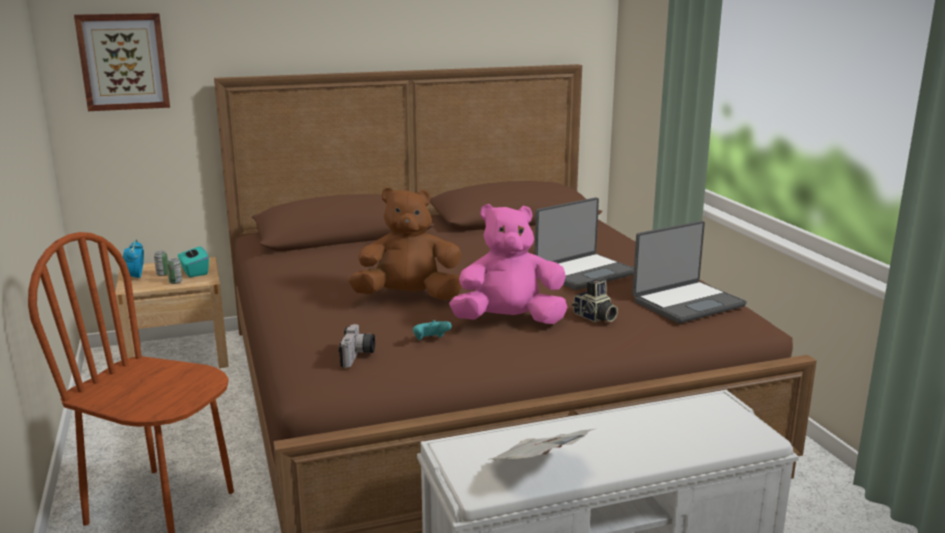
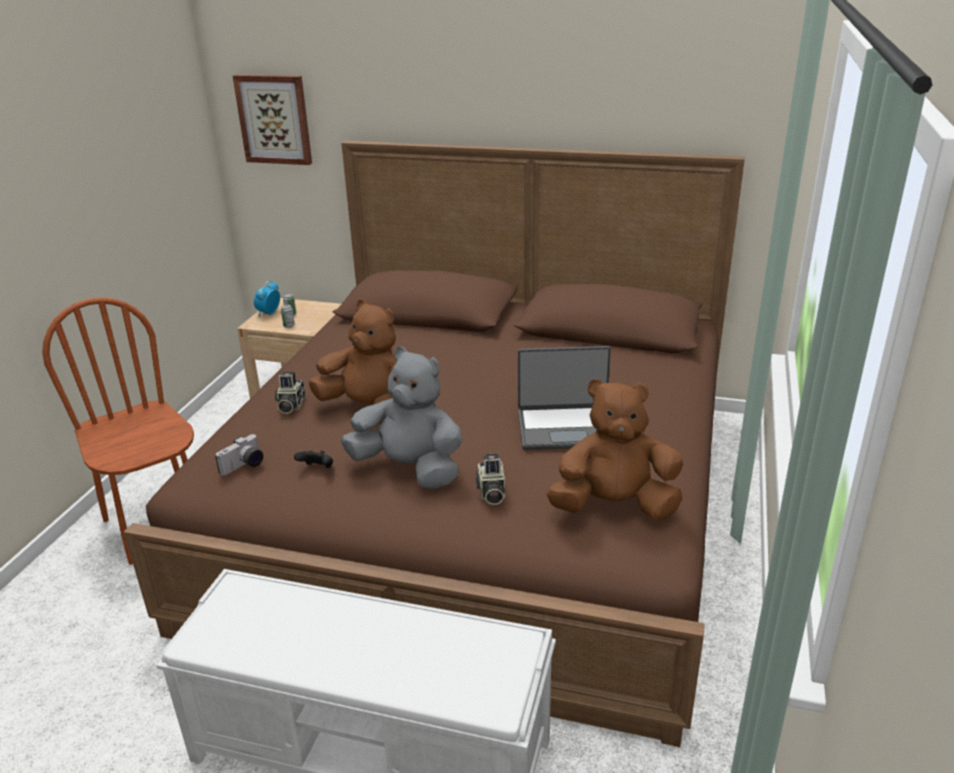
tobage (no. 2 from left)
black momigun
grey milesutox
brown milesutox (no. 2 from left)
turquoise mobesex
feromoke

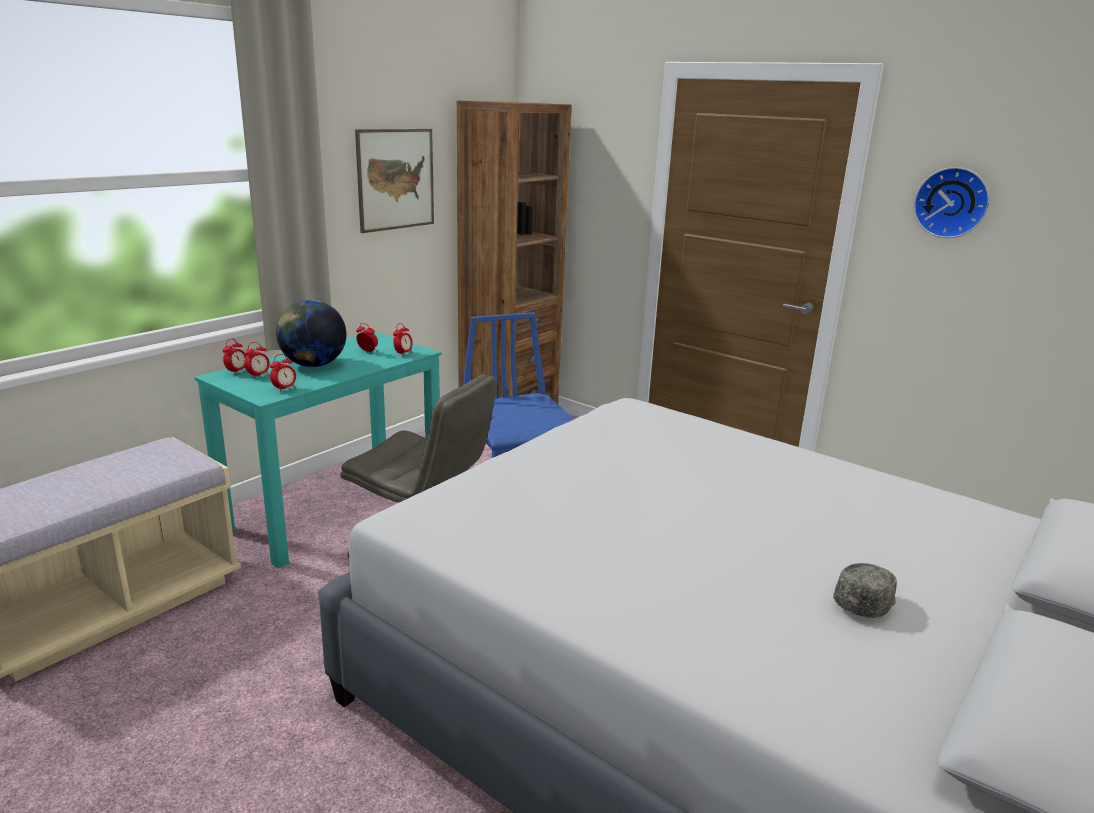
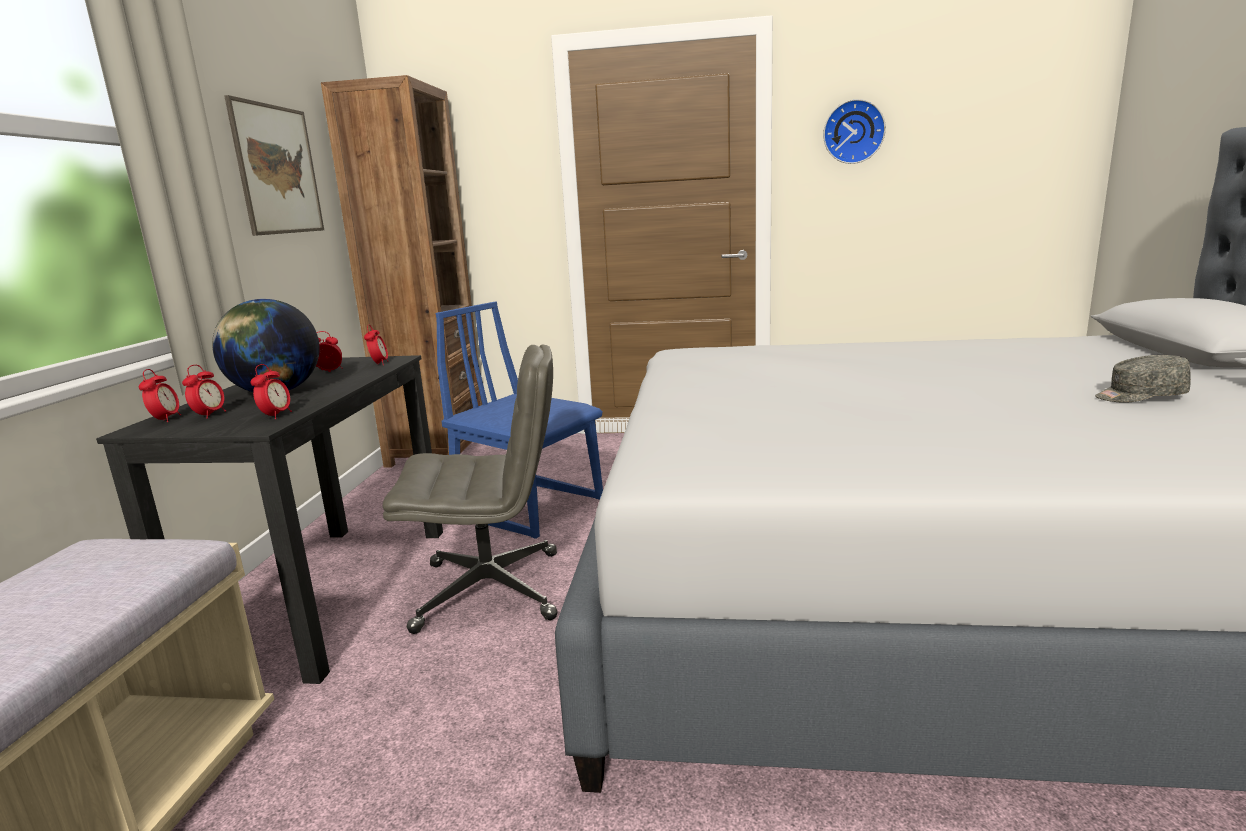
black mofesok
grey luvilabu

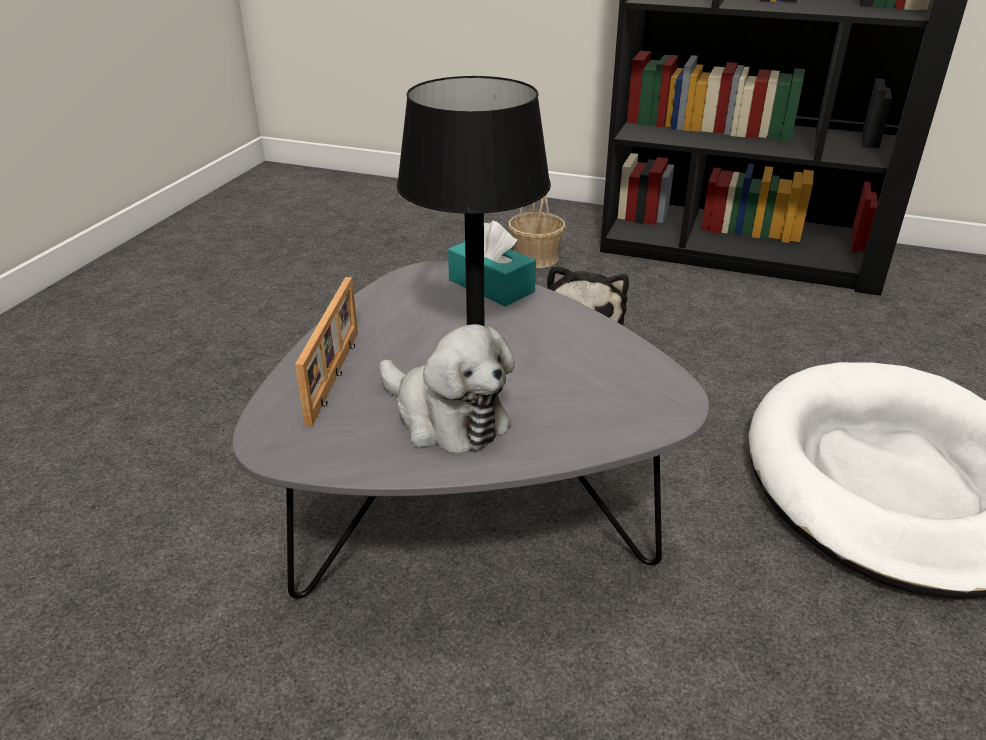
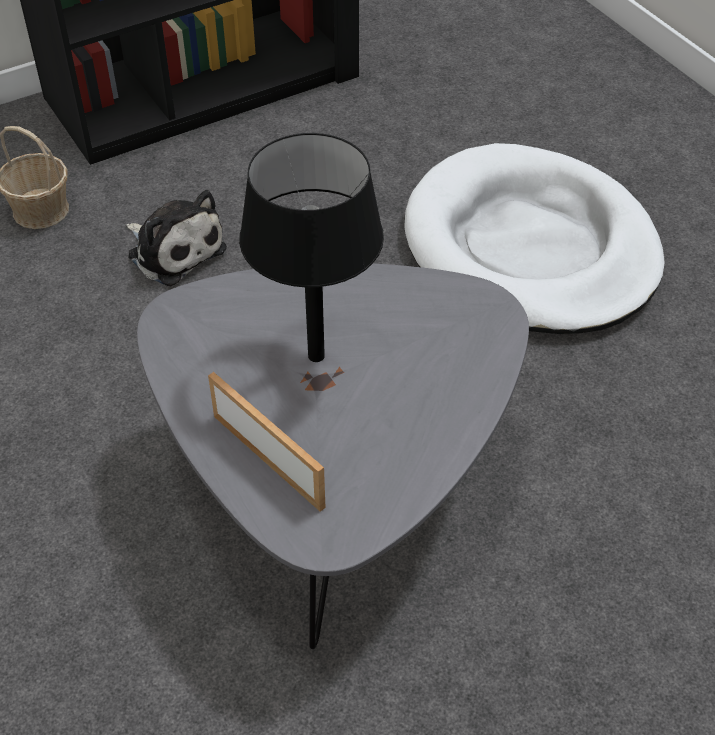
milesutox (no. 1 from left in the first image)
turquoise mobesex

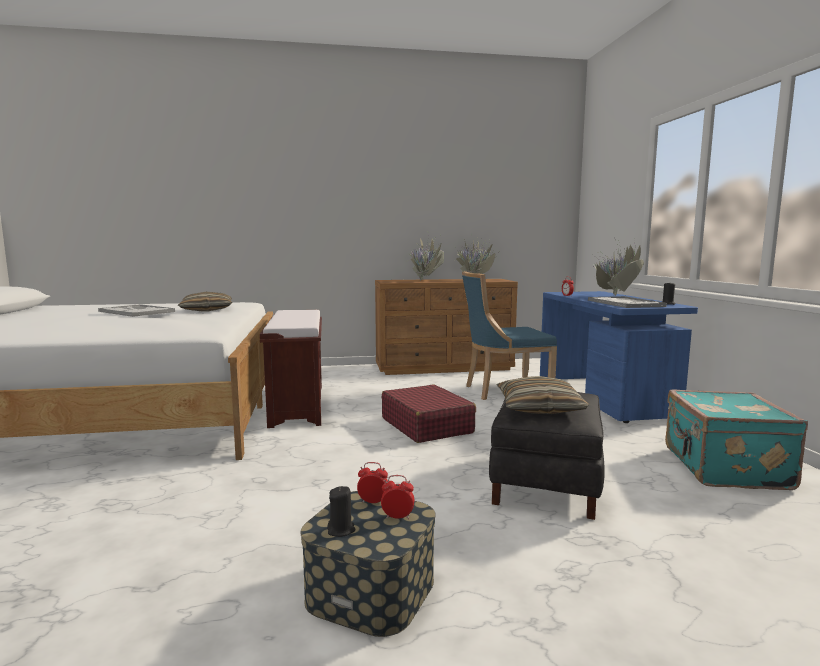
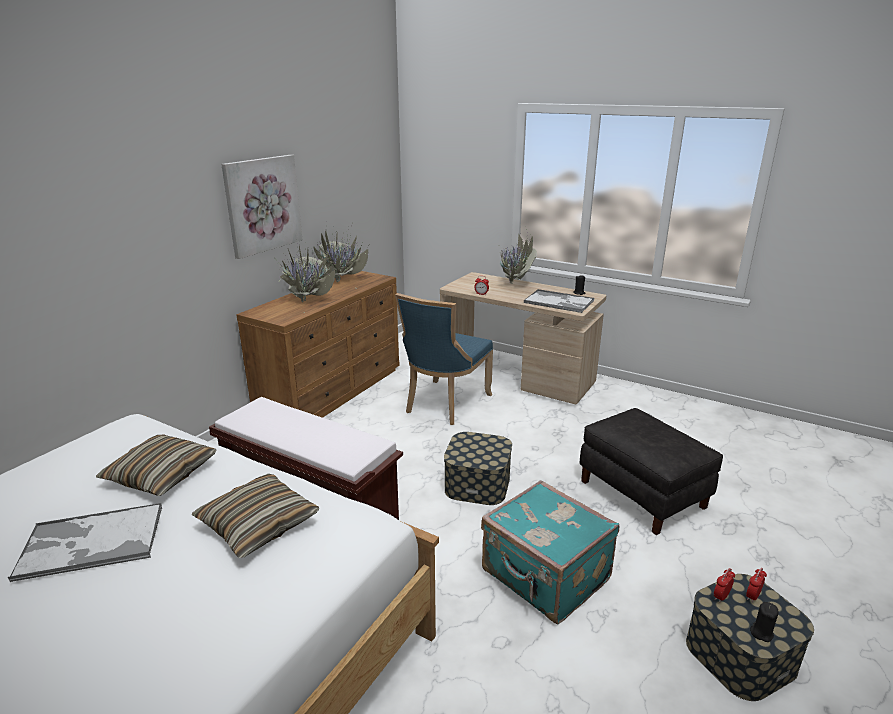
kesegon (no. 2 from left)
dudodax
beige mofesok
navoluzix (no. 1 from left)
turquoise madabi

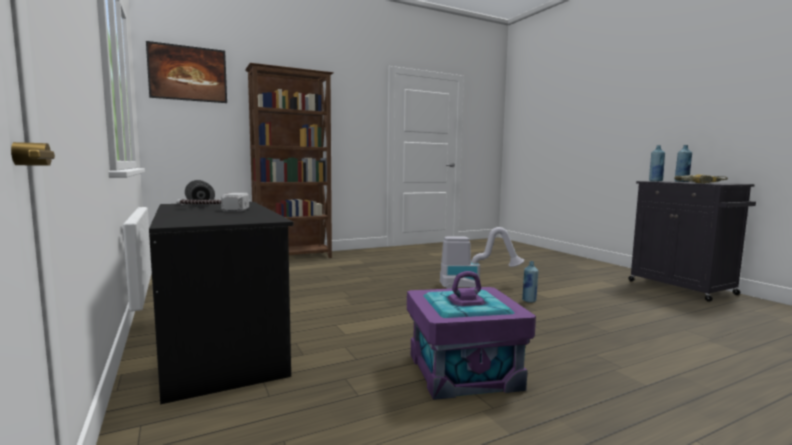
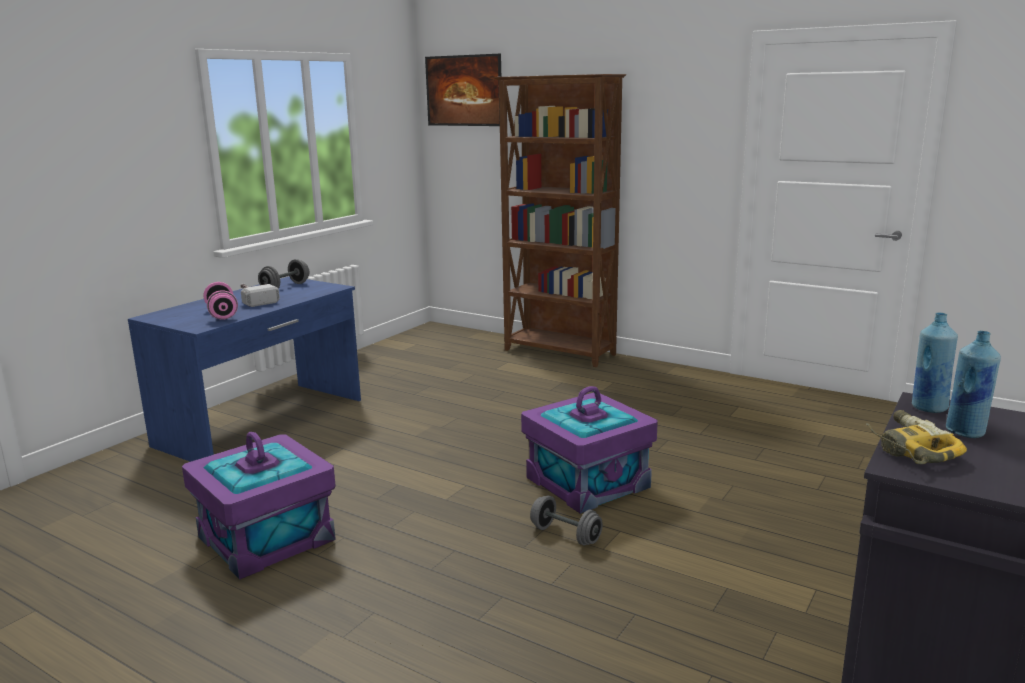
blue mofesok
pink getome
purple navoluzix (no. 2 from left)
grey getome (no. 2 from left)

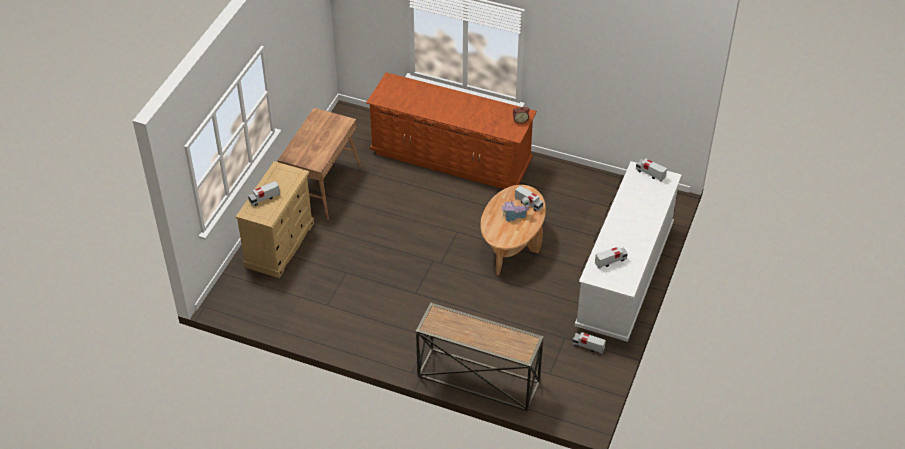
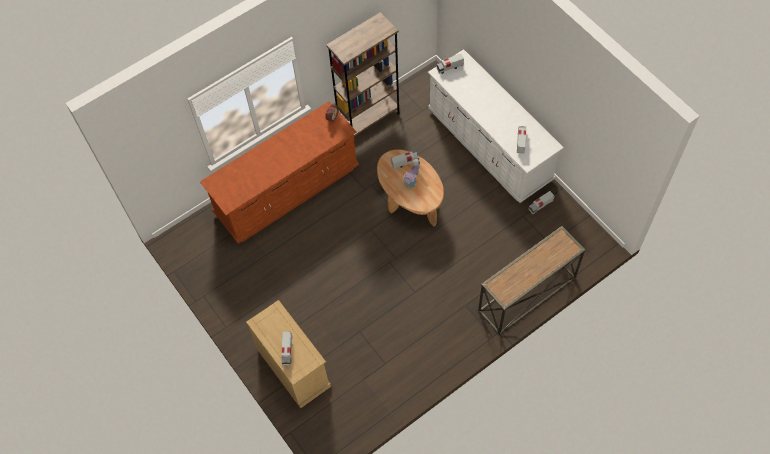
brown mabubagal
brown mofesok

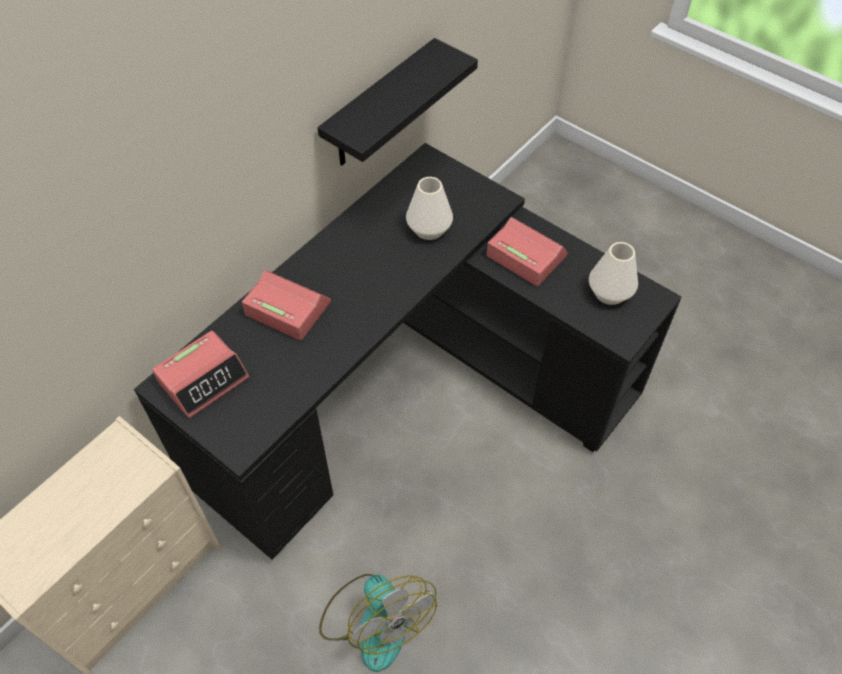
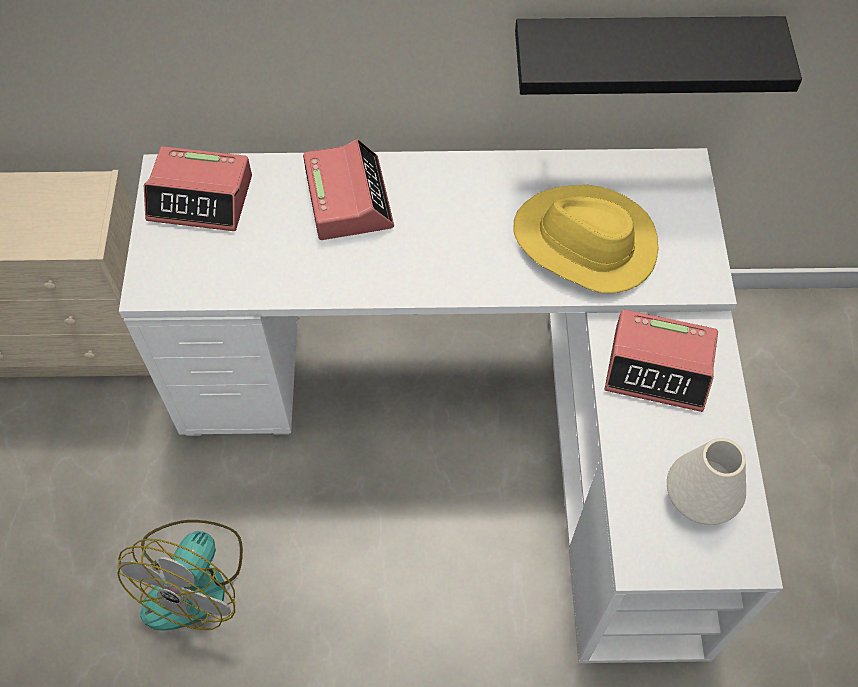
white mofesok
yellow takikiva
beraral (no. 3 from left)

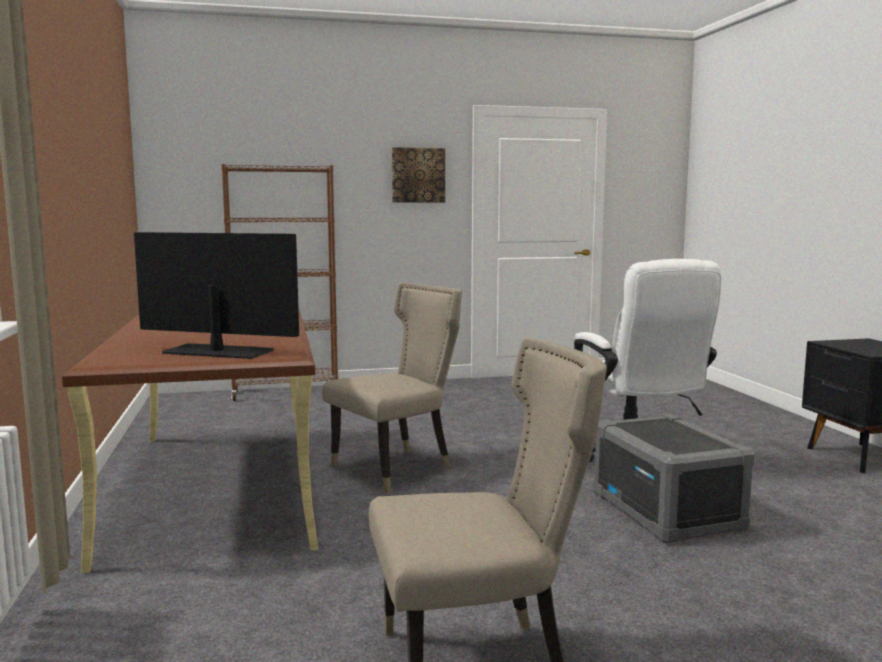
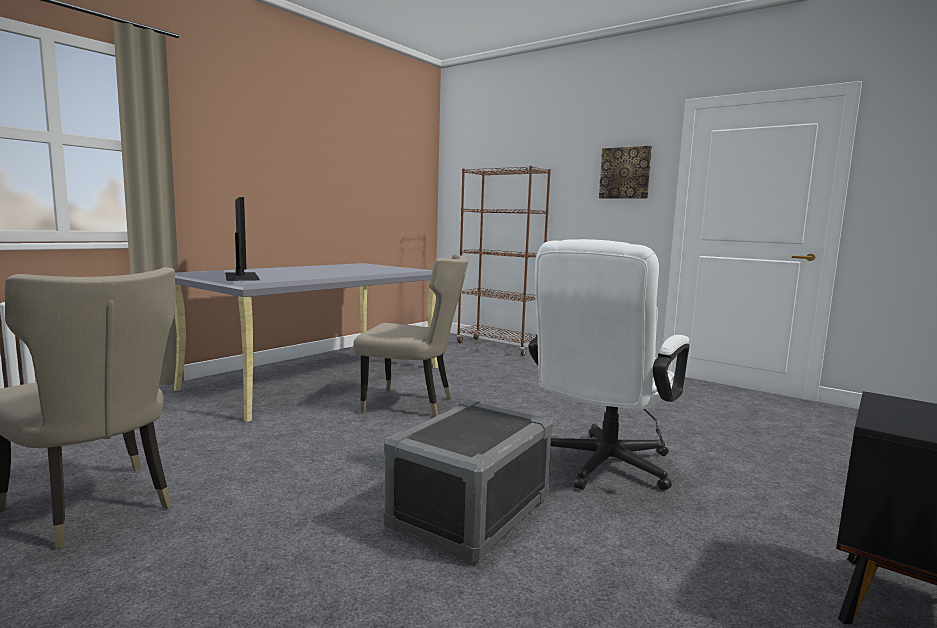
grey mofesok

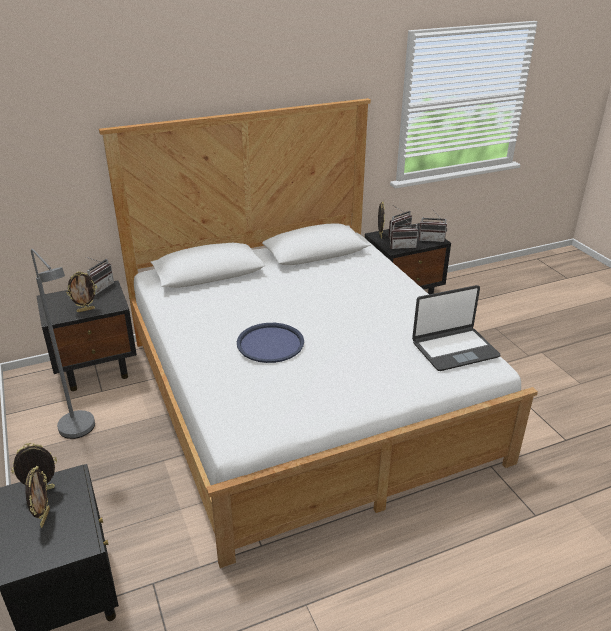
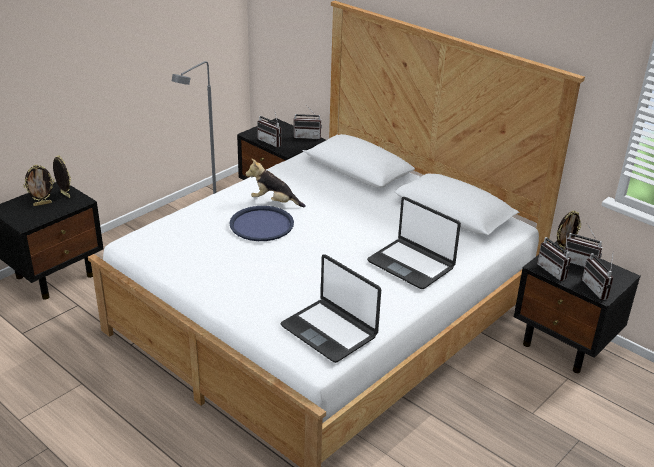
milesutox
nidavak (no. 1 from left)
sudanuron (no. 2 from left)

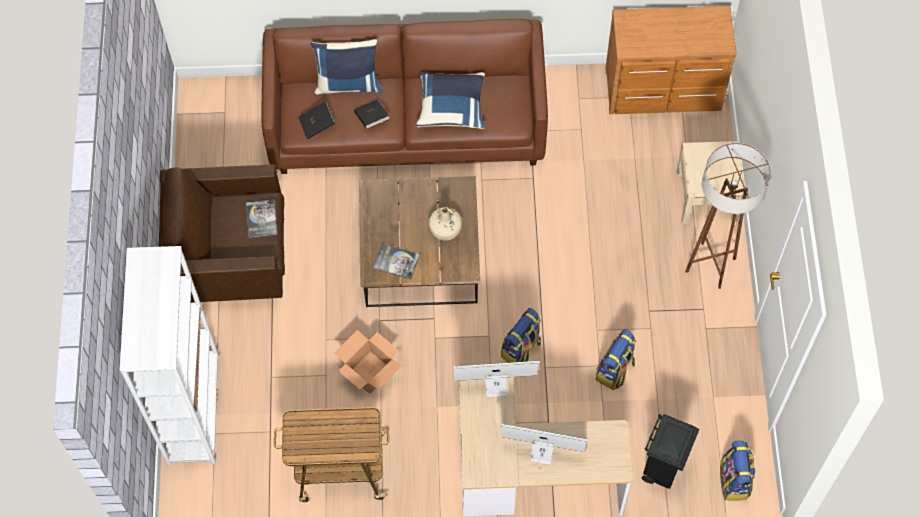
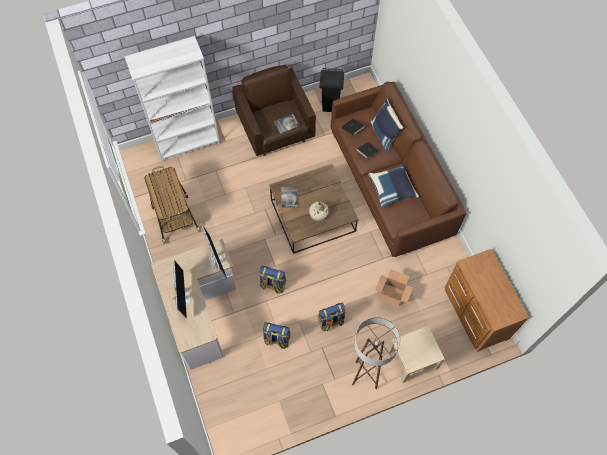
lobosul (no. 3 from left)
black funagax
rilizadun

